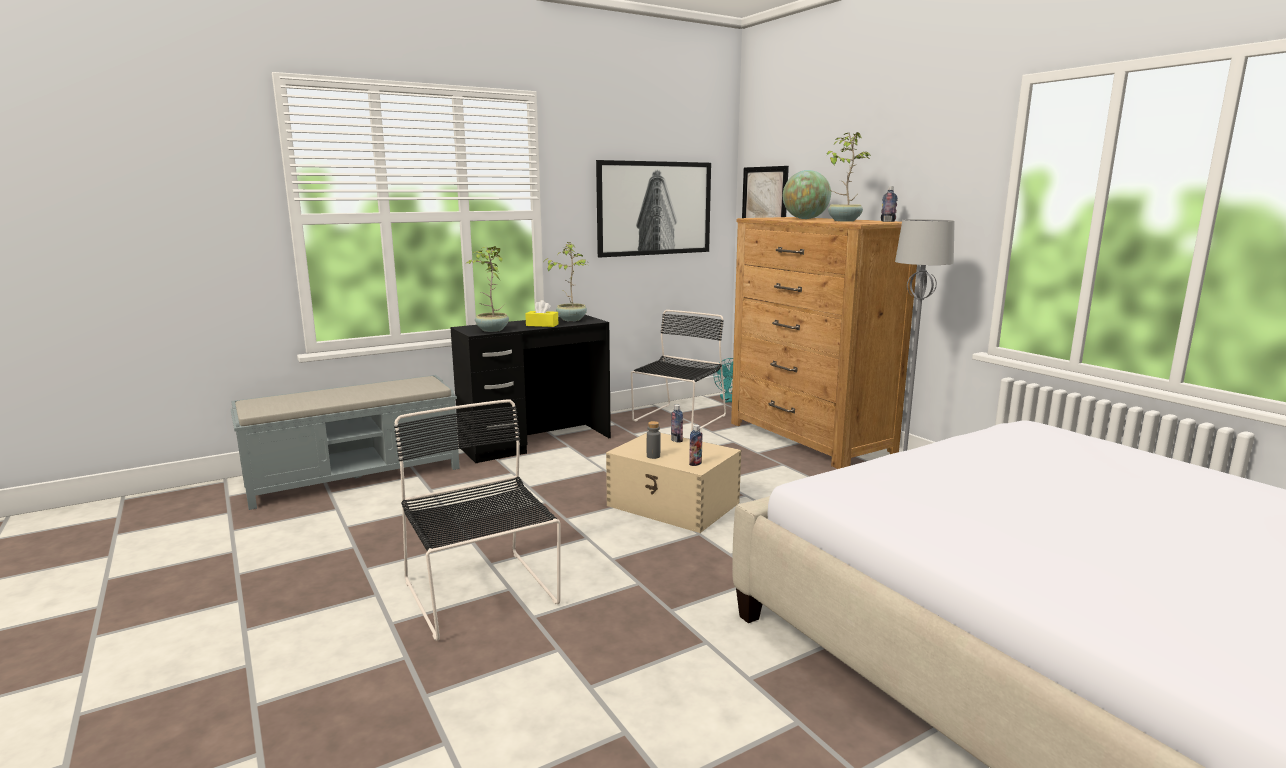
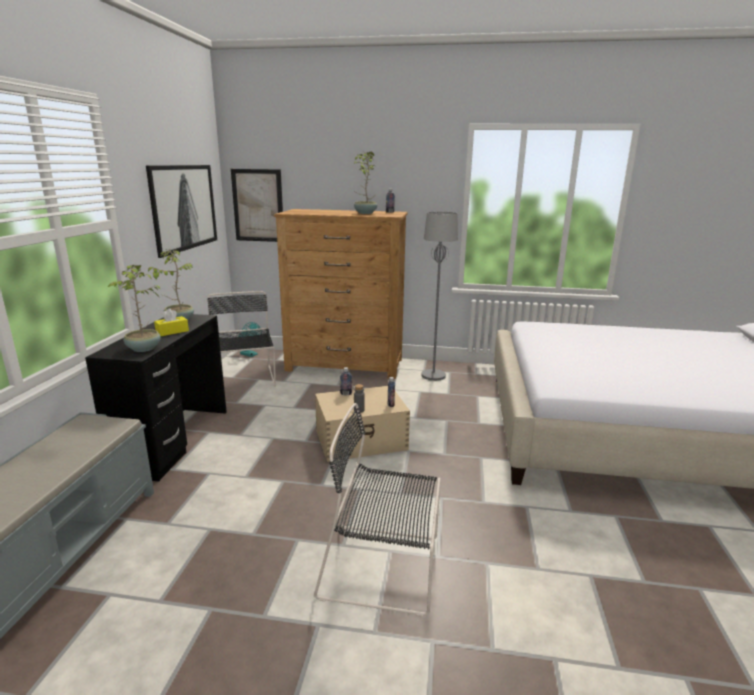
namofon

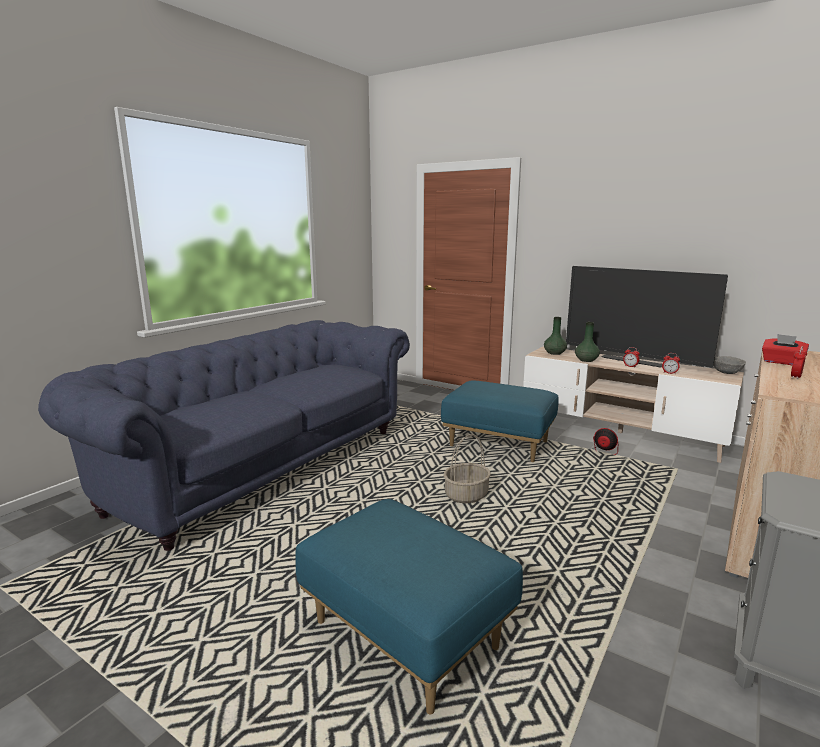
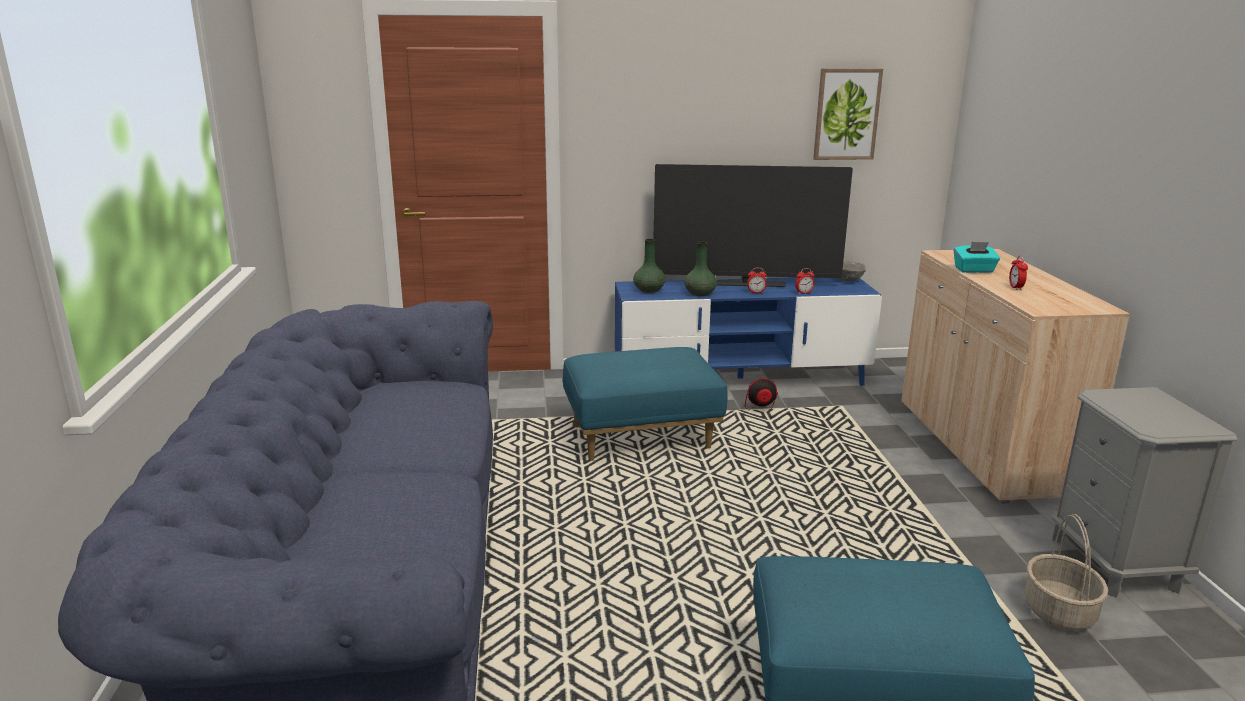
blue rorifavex
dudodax
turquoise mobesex
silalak

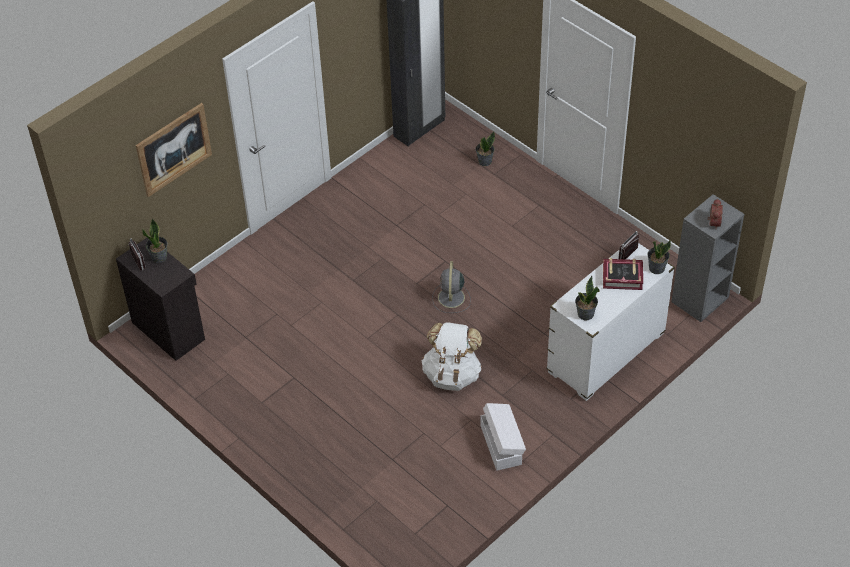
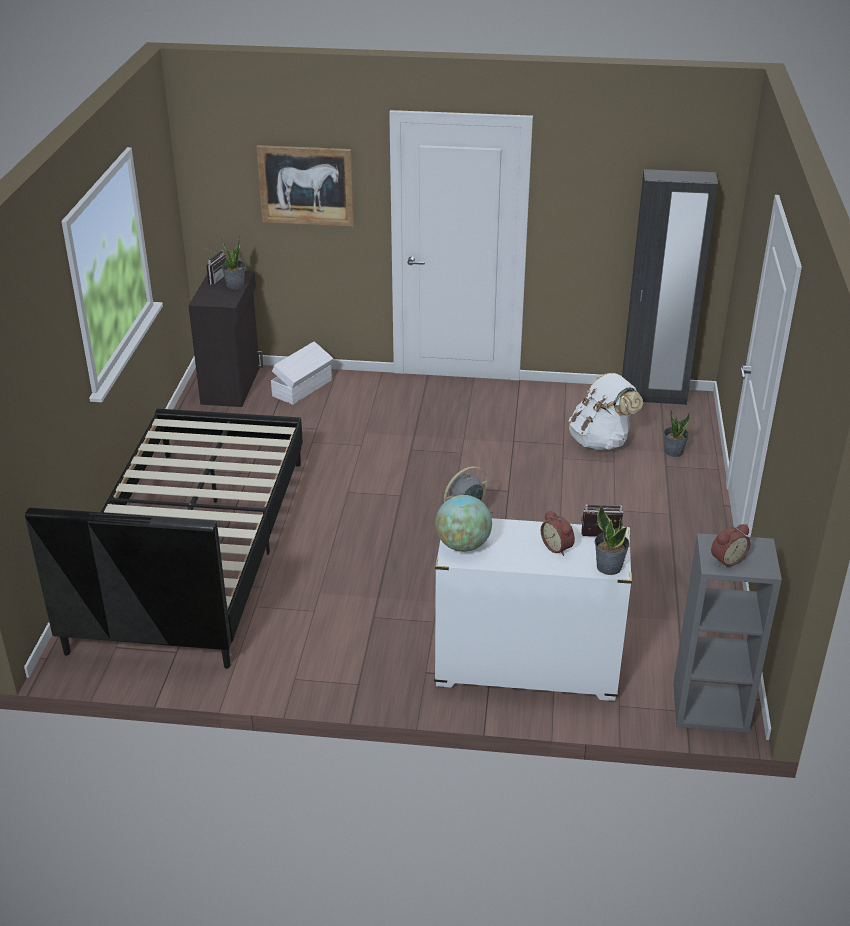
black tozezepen
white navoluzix
namofon
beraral (no. 1 from left)
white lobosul

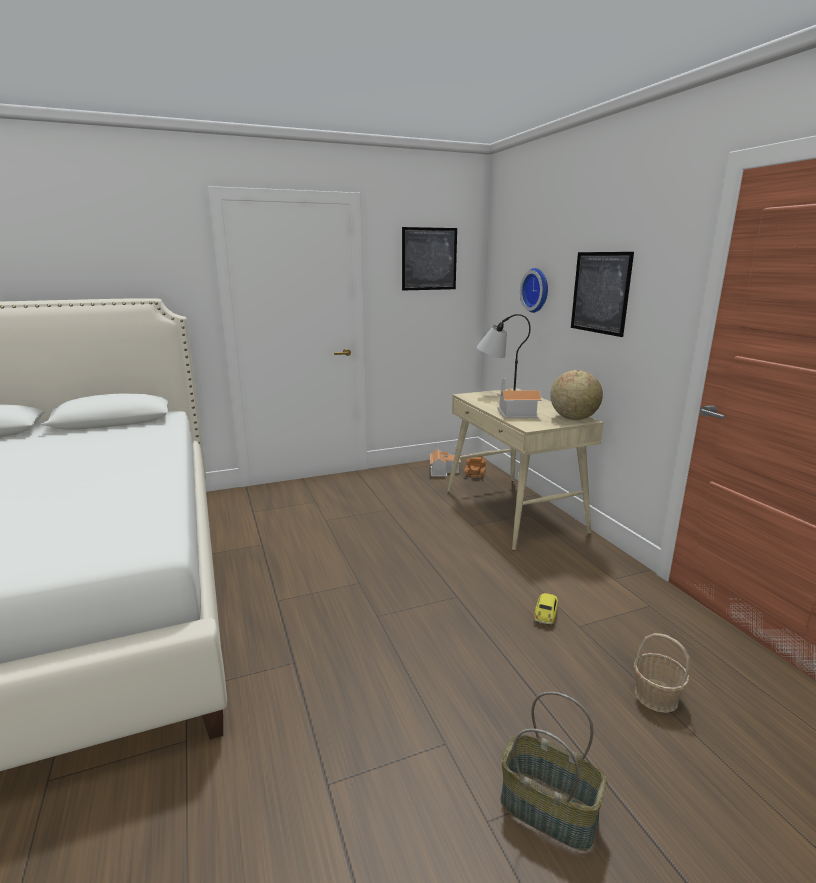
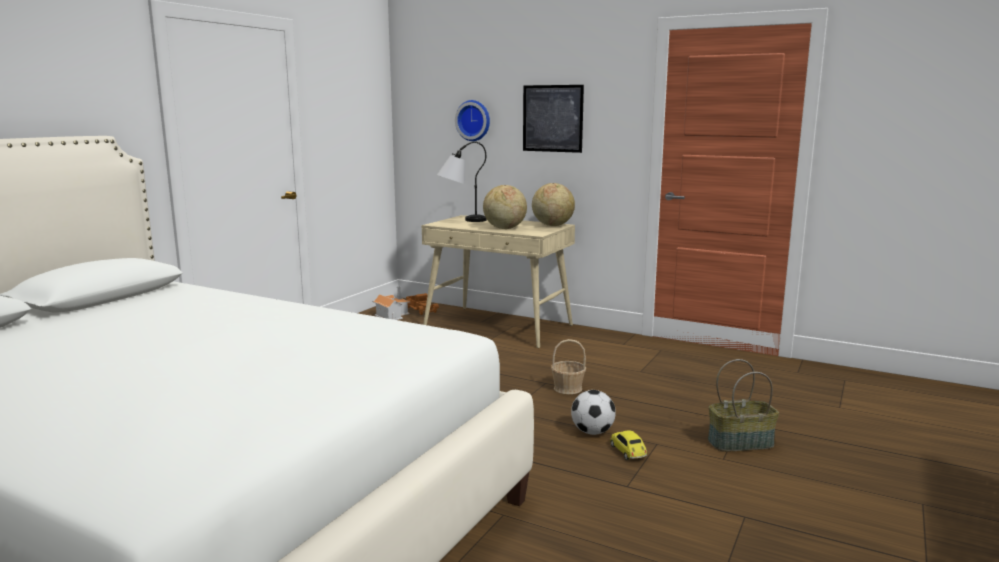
namofon (no. 1 from left)
silalak (no. 1 from left)
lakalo
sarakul
dudodax (no. 1 from left in the first image)

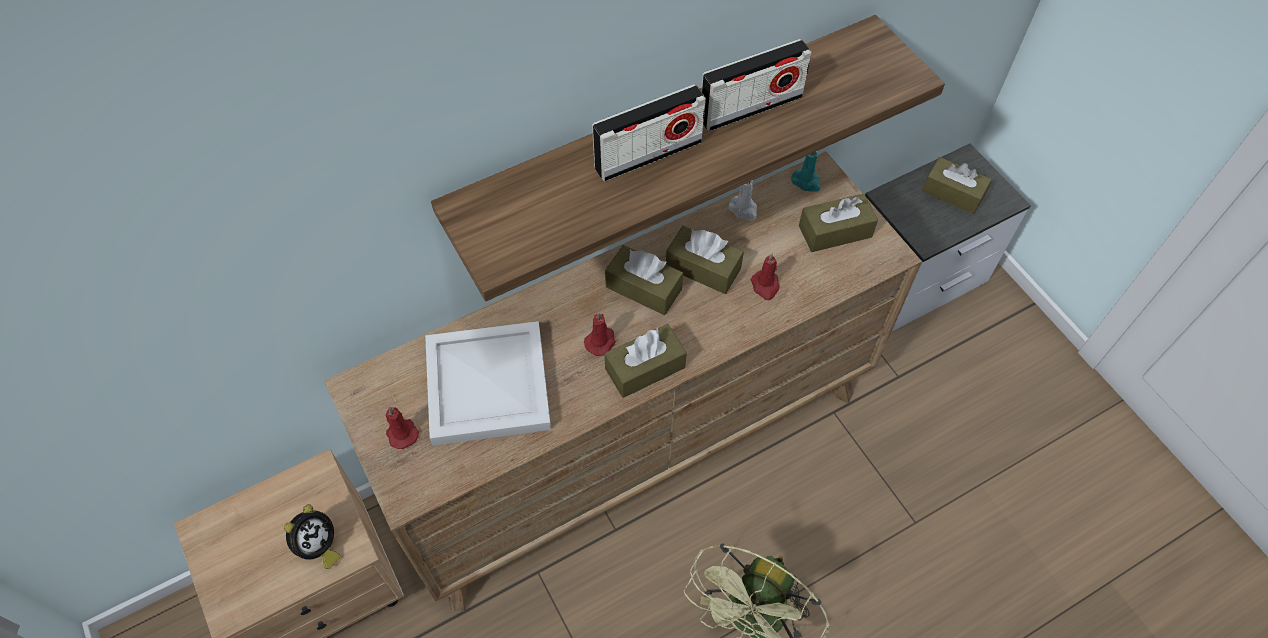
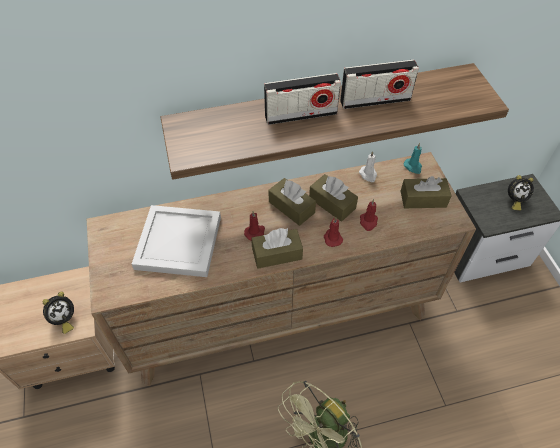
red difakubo (no. 2 from left)
beraral (no. 2 from left)

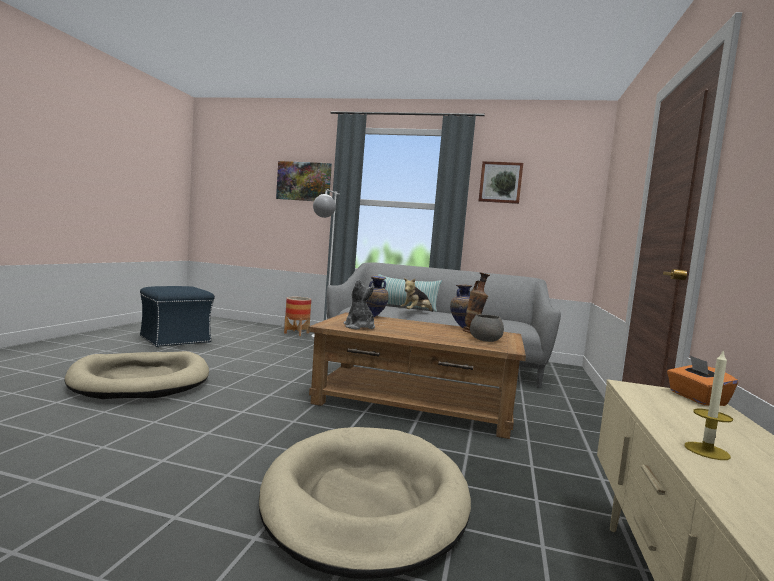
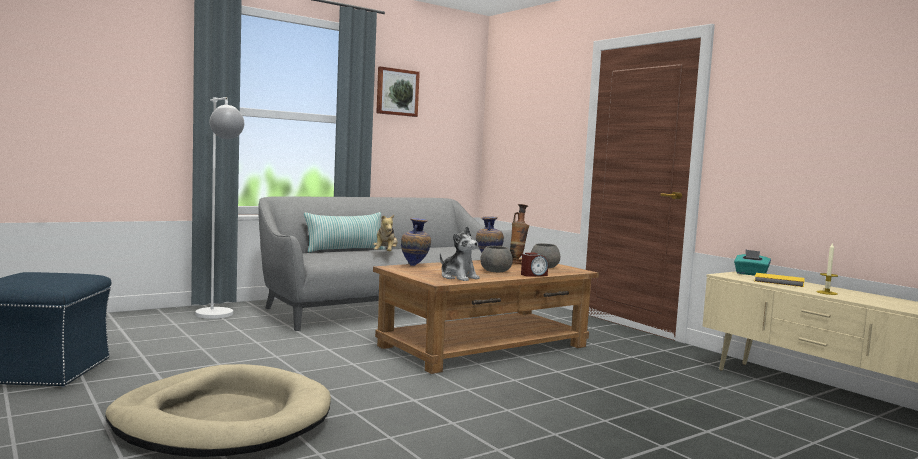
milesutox (no. 2 from left)
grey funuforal (no. 1 from left)
beraral
turquoise mobesex
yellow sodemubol
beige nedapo (no. 2 from left in the first image)
dudodax (no. 1 from left in the first image)
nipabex

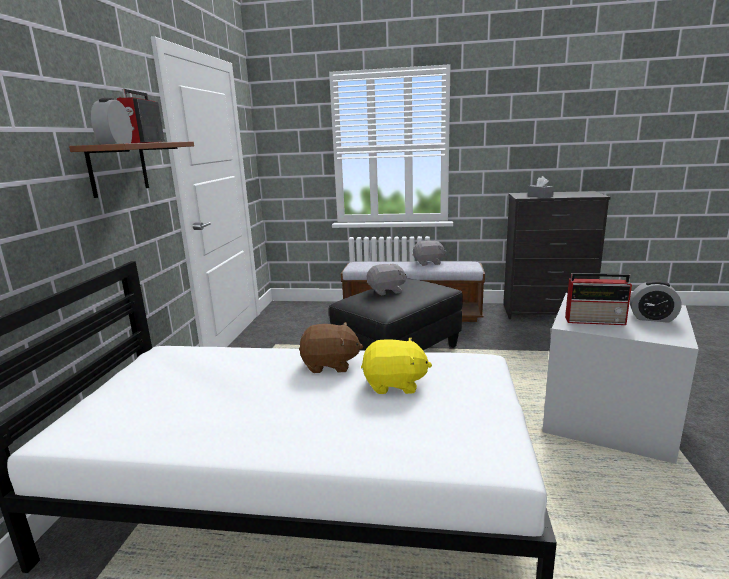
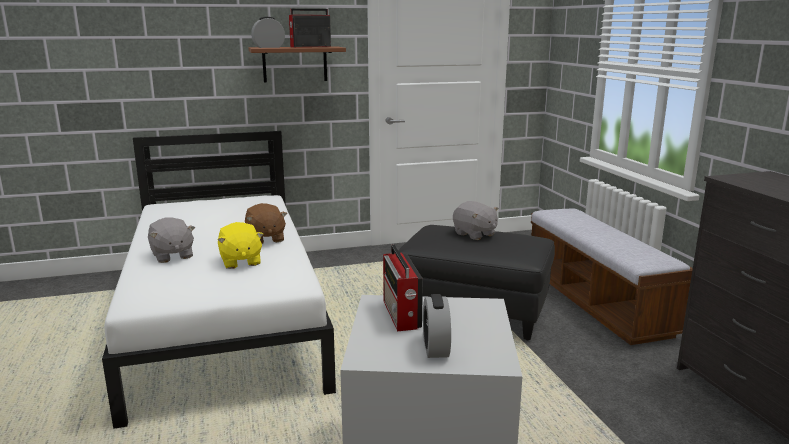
grey milesutox (no. 1 from left)
grey mobesex

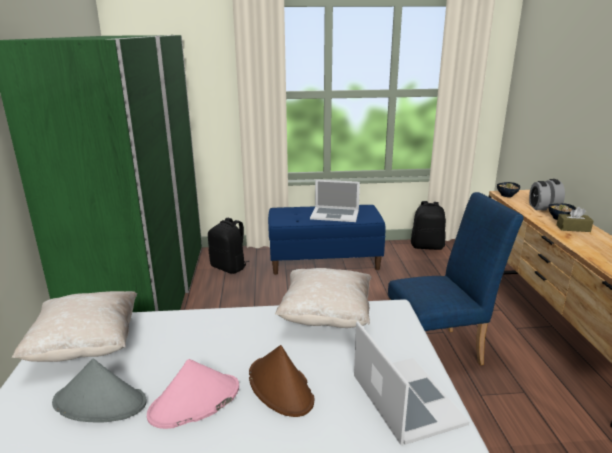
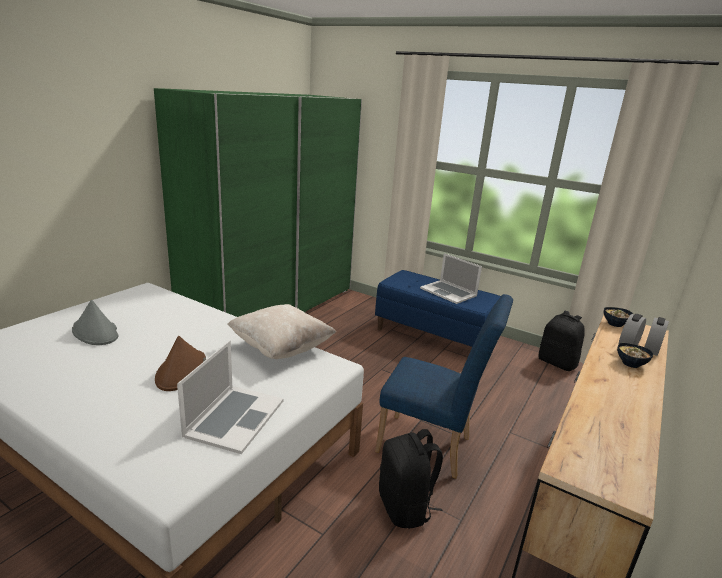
black lobosul (no. 1 from left)
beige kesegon (no. 1 from left in the first image)
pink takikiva
brown mobesex

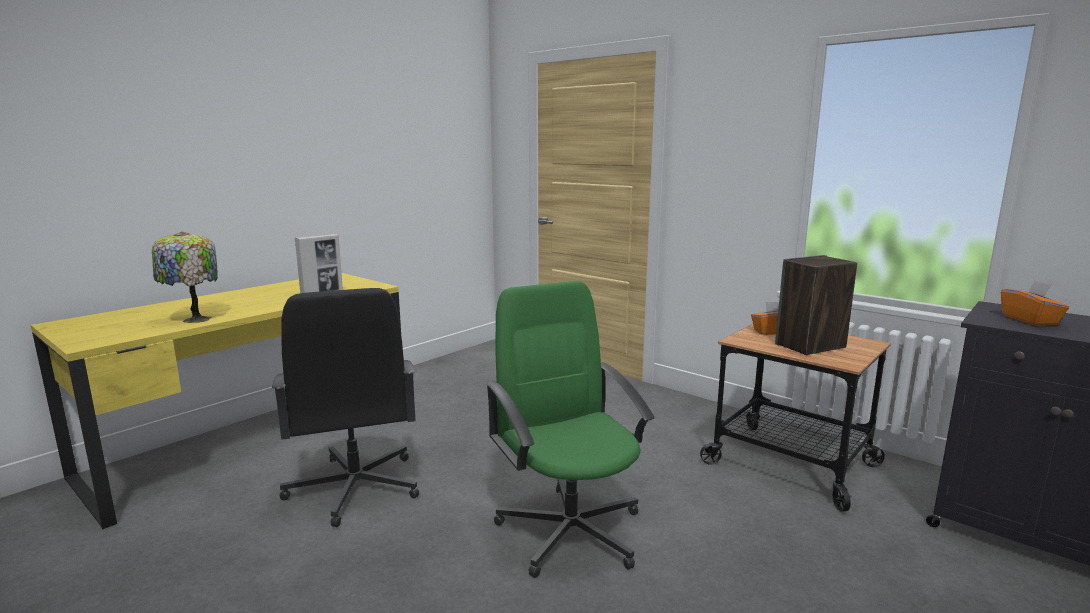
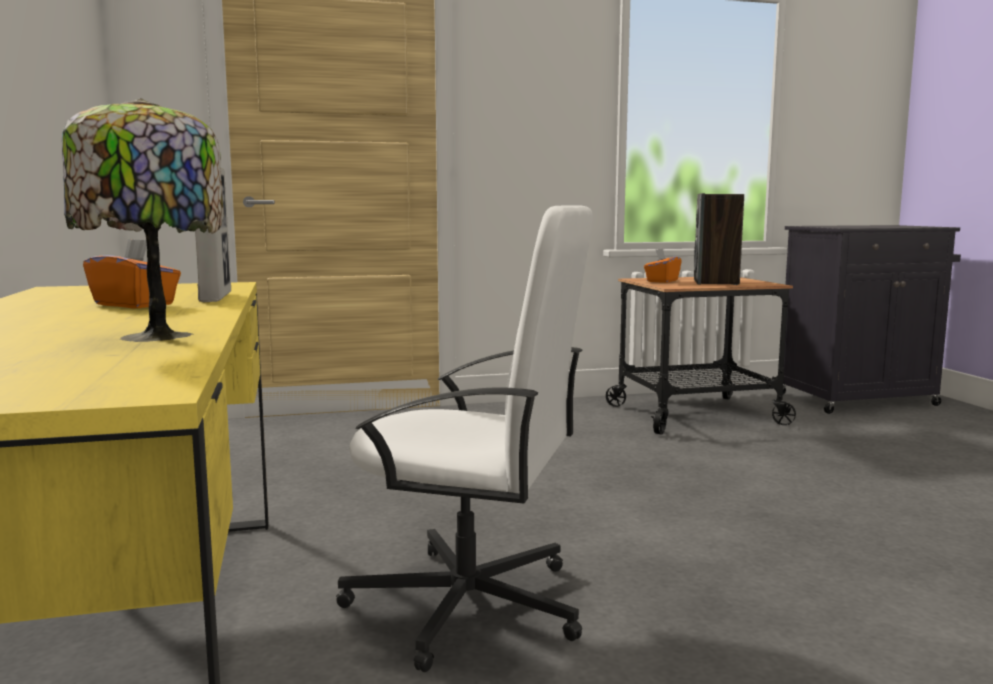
orange mobesex (no. 1 from left)
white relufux
green relufux

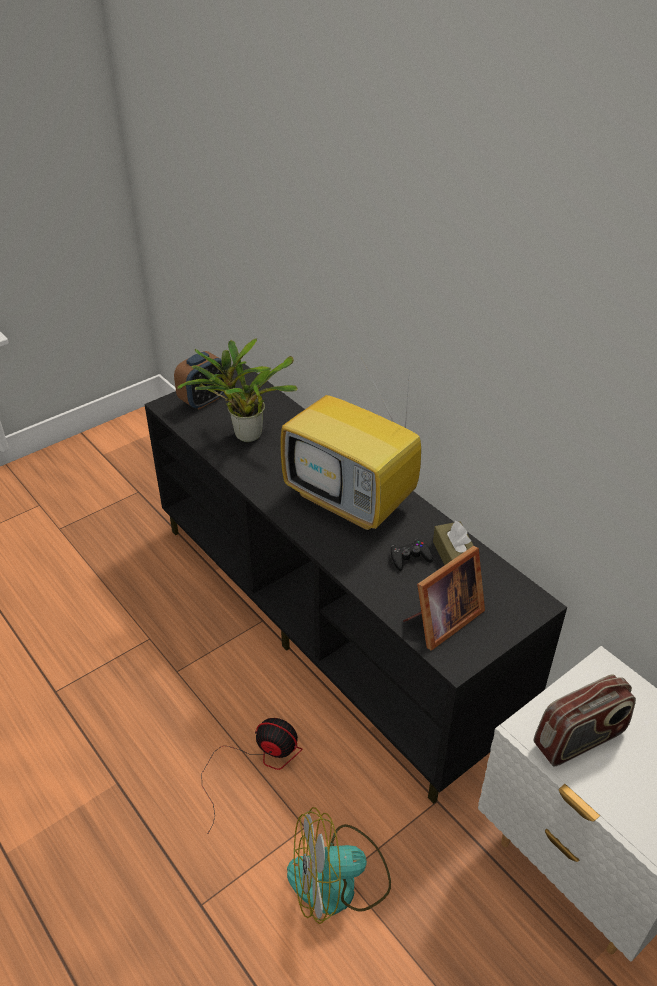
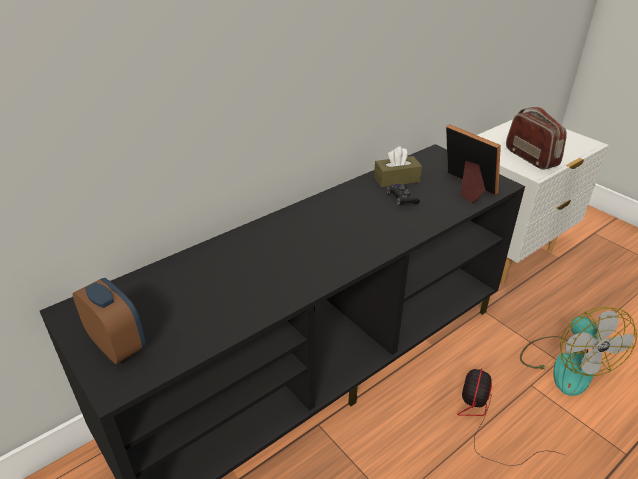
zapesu
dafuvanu

